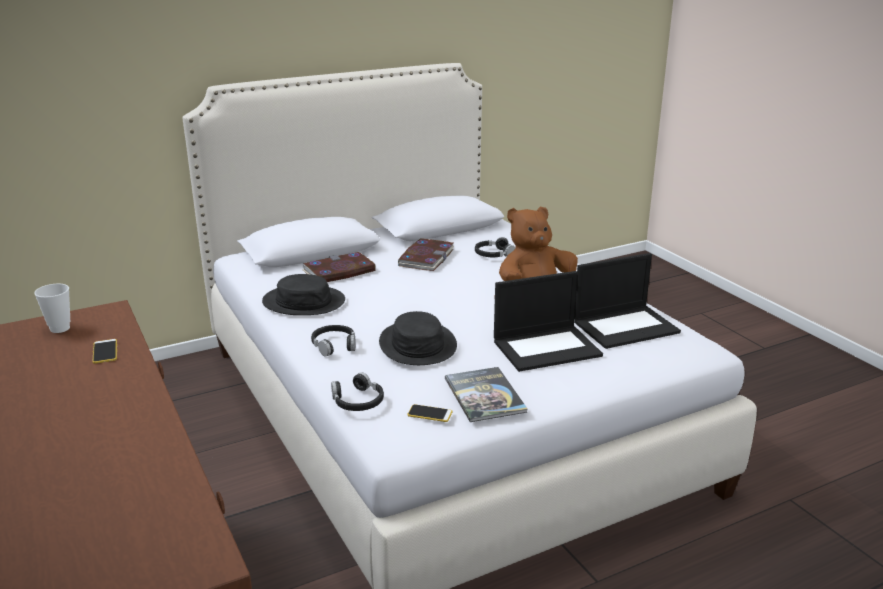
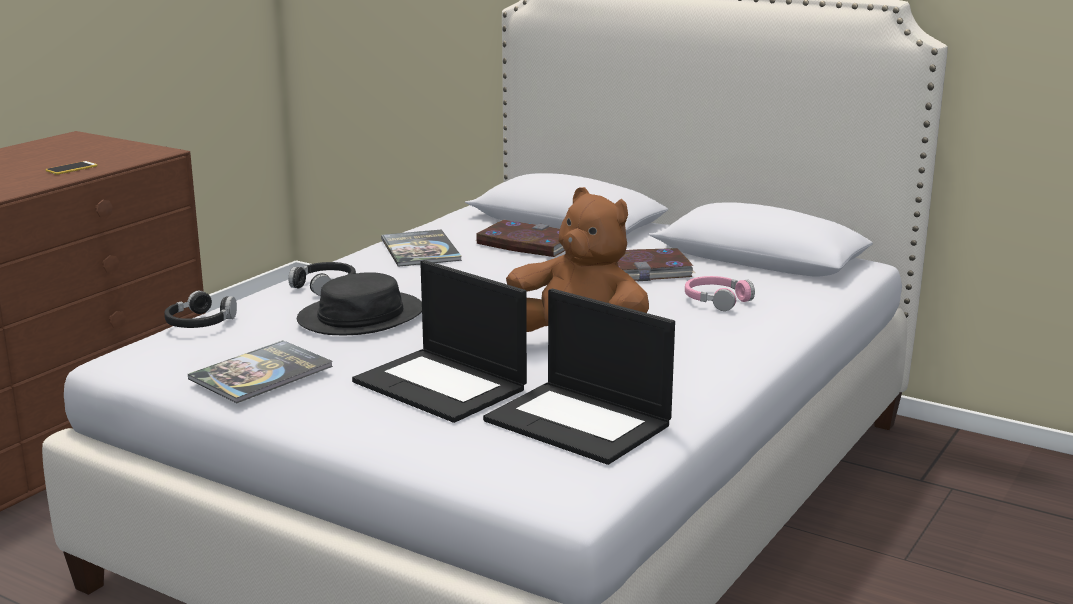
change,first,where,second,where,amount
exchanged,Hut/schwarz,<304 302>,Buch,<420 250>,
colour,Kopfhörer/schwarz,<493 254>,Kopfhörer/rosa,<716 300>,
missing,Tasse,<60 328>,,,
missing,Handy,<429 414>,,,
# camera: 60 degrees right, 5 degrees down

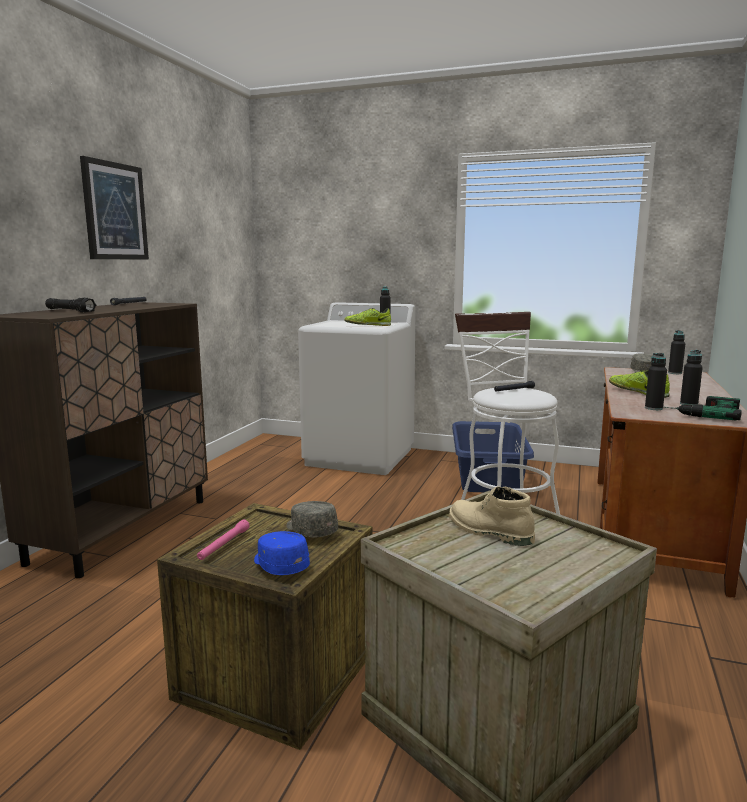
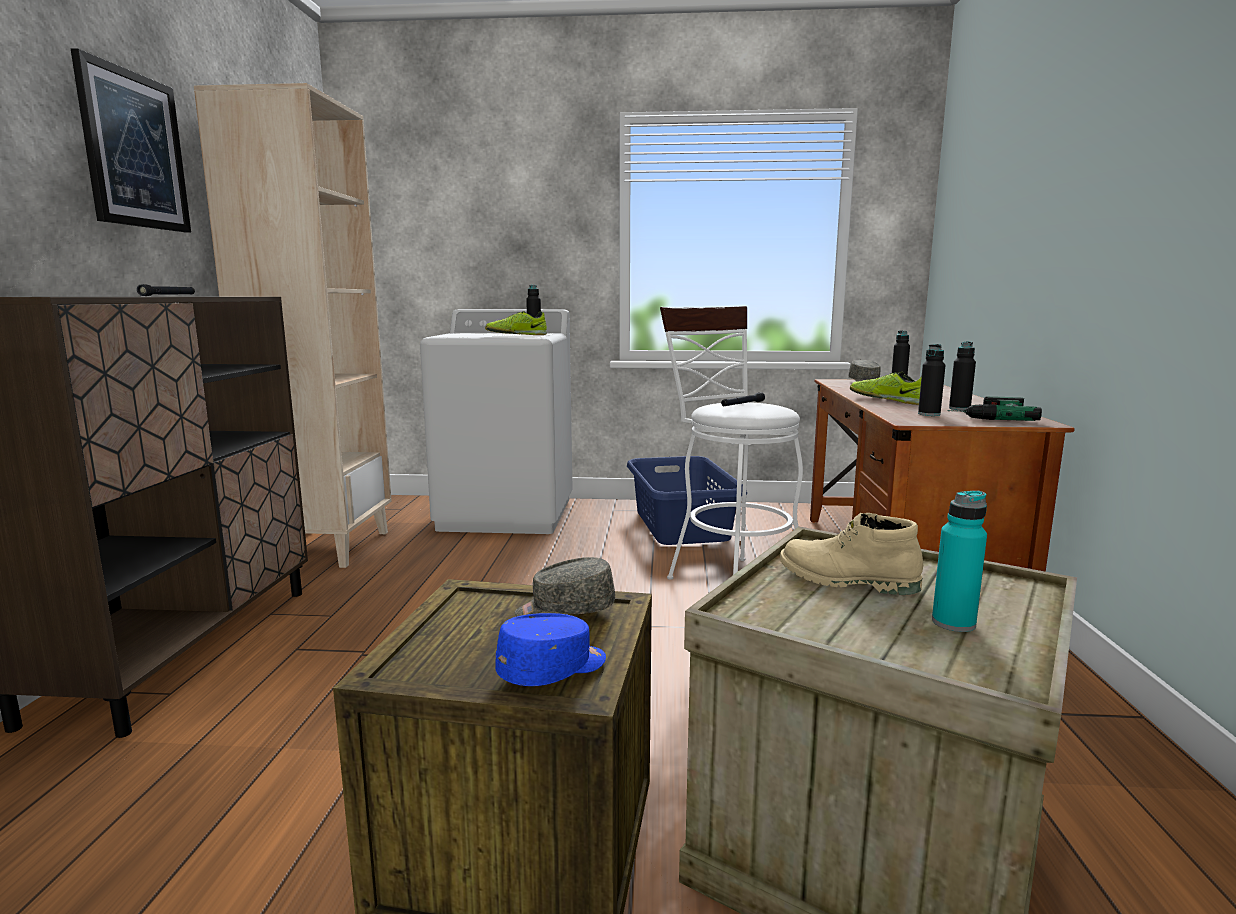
change,first,where,second,where,amount
appeared,,,Bücherregal/beige,<327 547>,
spun,Kappe/blau,<279 565>,,<553 669>,105 degrees clockwise
spun,Kappe/grau,<310 530>,,<565 610>,45 degrees counterclockwise
appeared,,,Flasche/türkis,<953 623>,
missing,Taschenlampe/schwarz,<70 311>,,,
missing,Taschenlampe/rosa,<224 545>,,,
# camera: 15 degrees left, 0 degrees up

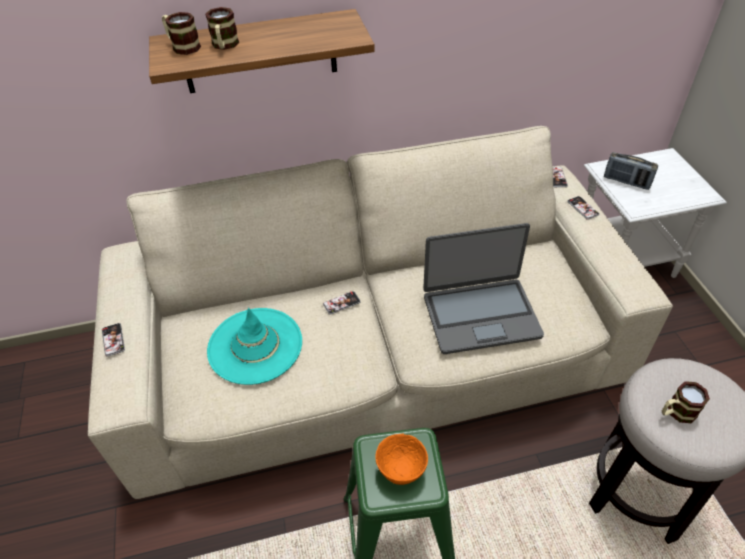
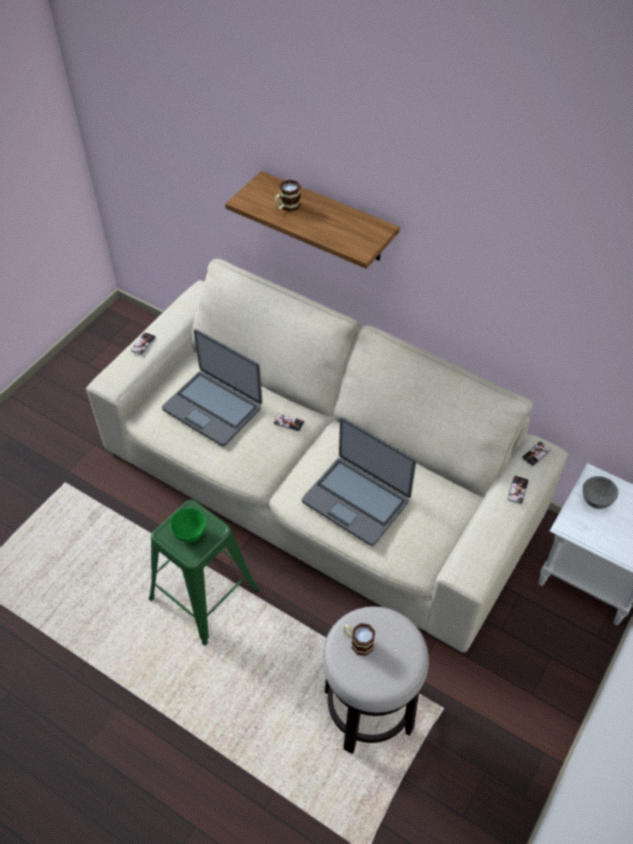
change,first,where,second,where,amount
exchanged,Hut/türkis,<255 345>,Laptop,<213 408>,
colour,Schüssel/orange,<401 471>,Schüssel/grün,<189 534>,
exchanged,Radio,<626 181>,Schüssel/grau,<596 502>,
missing,Henkelbecher,<182 46>,,,
# camera: 45 degrees right, 5 degrees up

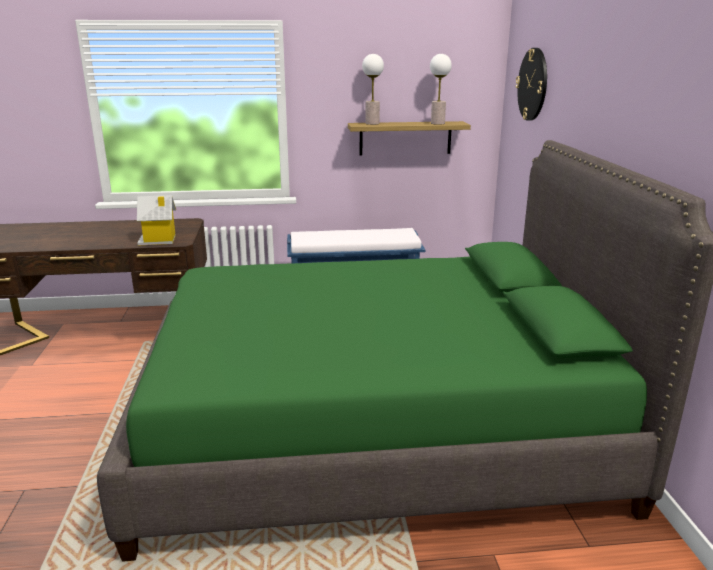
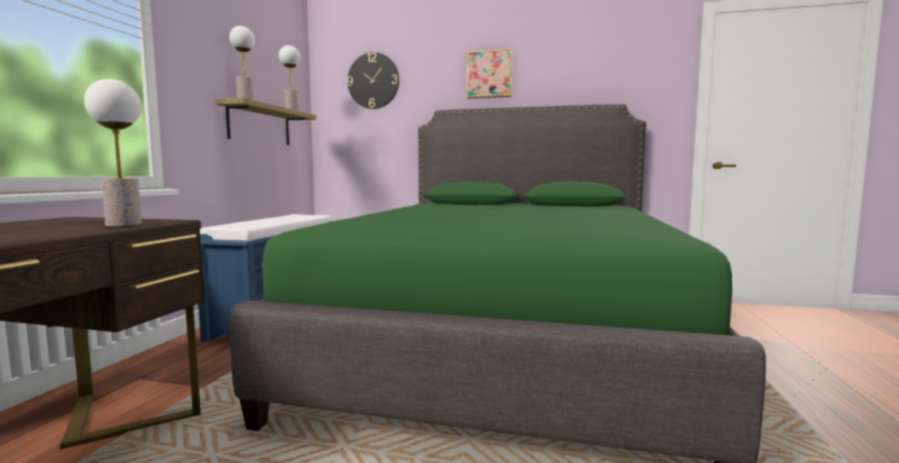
change,first,where,second,where,amount
exchanged,Spielzeughaus,<159 240>,Tischlampe,<124 225>,
appeared,,,Bild,<489 74>,
# camera: 70 degrees left, 15 degrees down

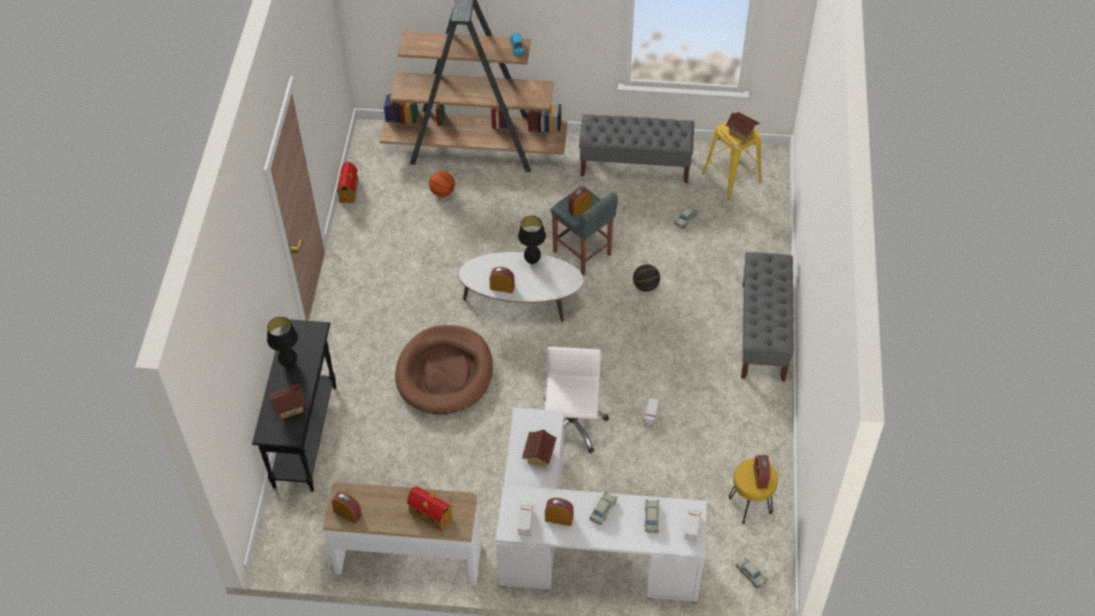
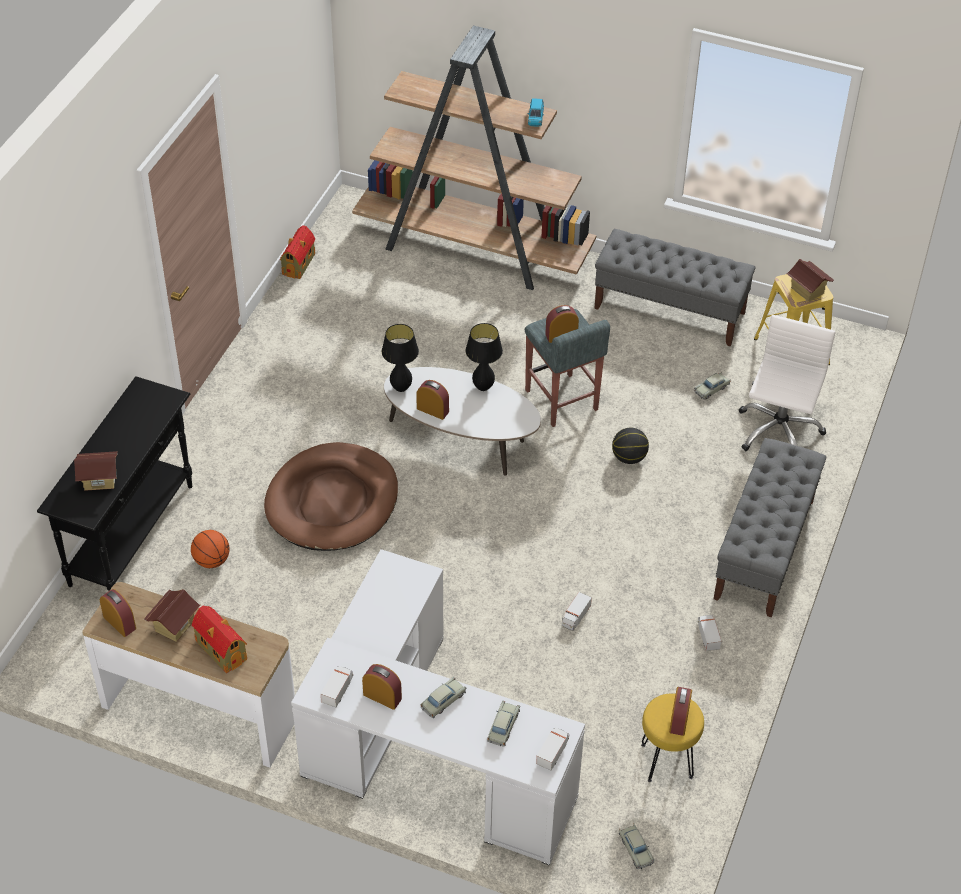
change,first,where,second,where,amount
relocated,Spielzeughaus,<539 456>,,<174 625>,
relocated,Basketball,<442 192>,,<211 560>,
relocated,Tischlampe/schwarz,<288 363>,,<401 388>,
appeared,,,Spielzeuglaster,<708 636>,
relocated,Bürostuhl/weiß,<571 425>,,<778 431>,
# camera: 15 degrees right, 5 degrees down

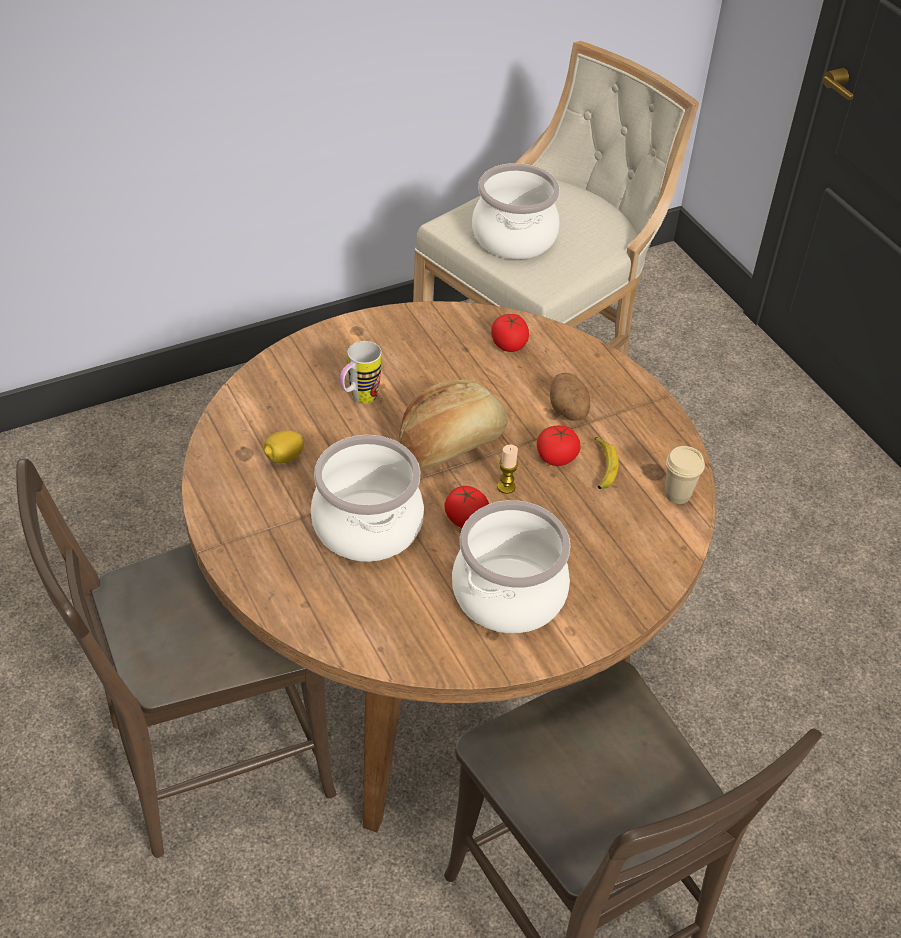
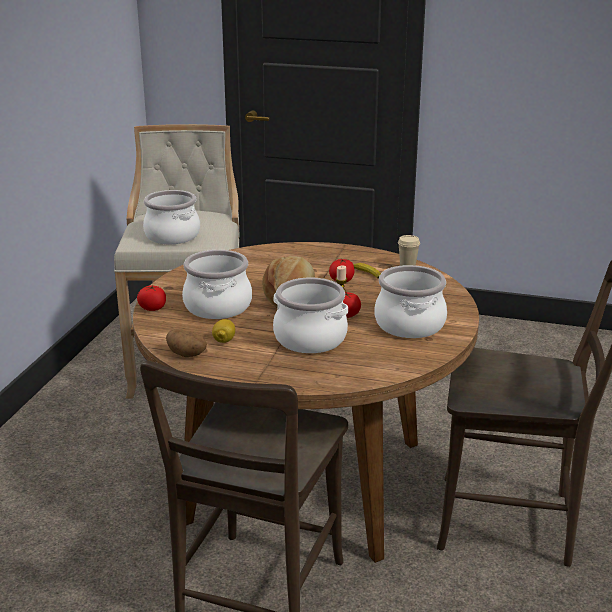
change,first,where,second,where,amount
relocated,Tomate,<509 345>,,<152 308>,
relocated,Kartoffel,<568 411>,,<187 354>,
exchanged,Henkelbecher,<358 400>,Kochtopf,<218 306>,
# camera: 45 degrees left, 20 degrees down

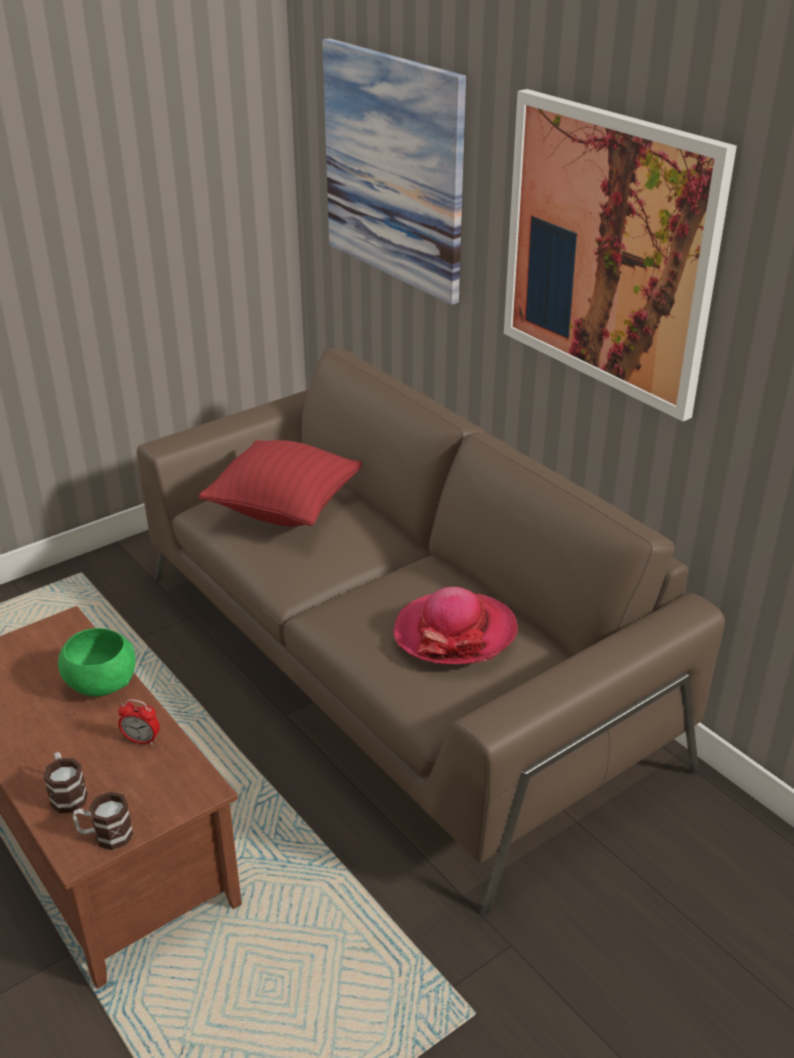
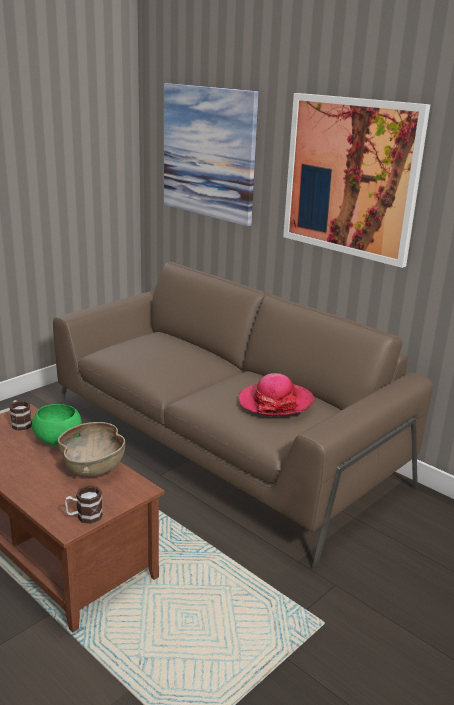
change,first,where,second,where,amount
relocated,Henkelbecher,<67 794>,,<20 423>,
exchanged,Wecker,<141 740>,Schüssel/braun,<93 467>,
missing,Kissen/rot,<284 509>,,,
# camera: 10 degrees left, 10 degrees down

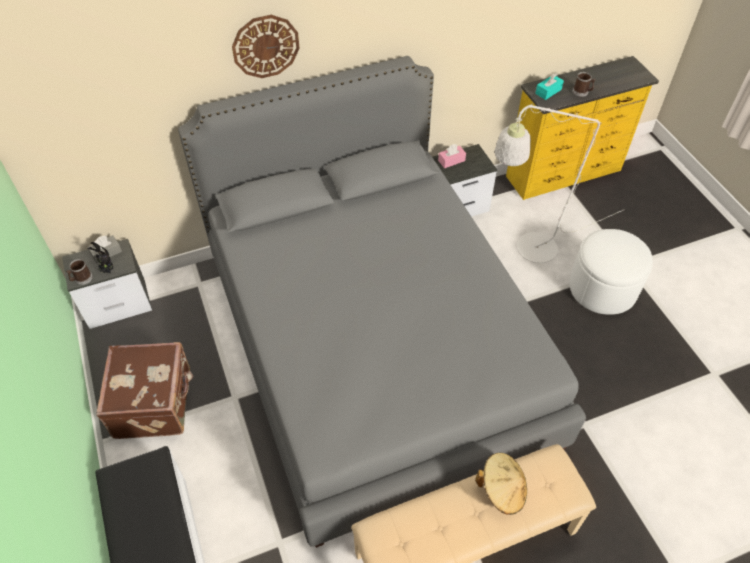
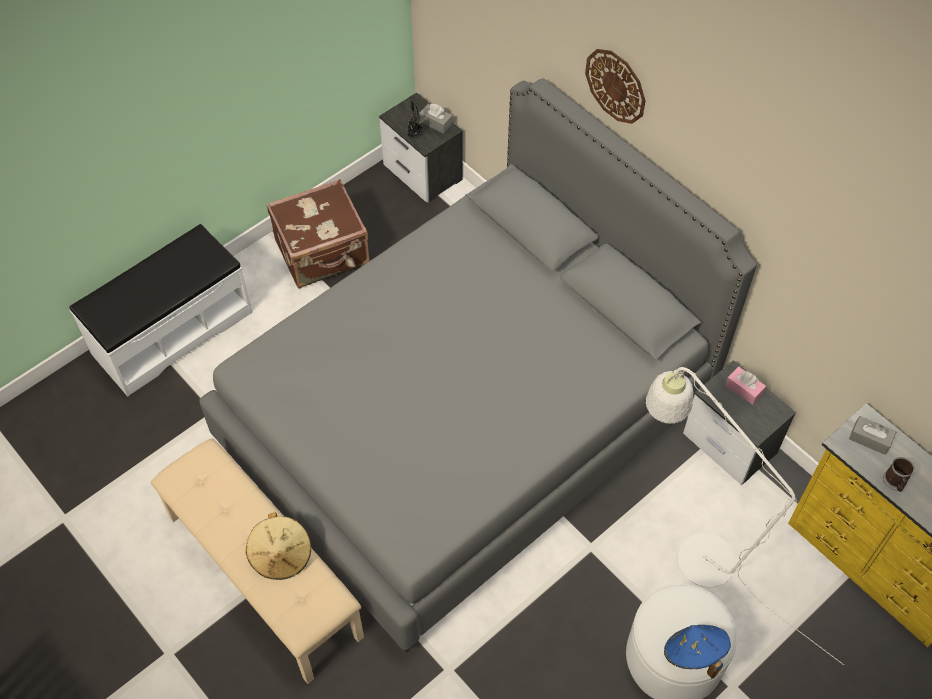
change,first,where,second,where,amount
appeared,,,Hut/blau,<693 654>,
colour,Taschentuchbox/türkis,<548 91>,Taschentuchbox/grau,<870 439>,
missing,Henkelbecher,<81 279>,,,
# camera: 70 degrees right, 5 degrees up

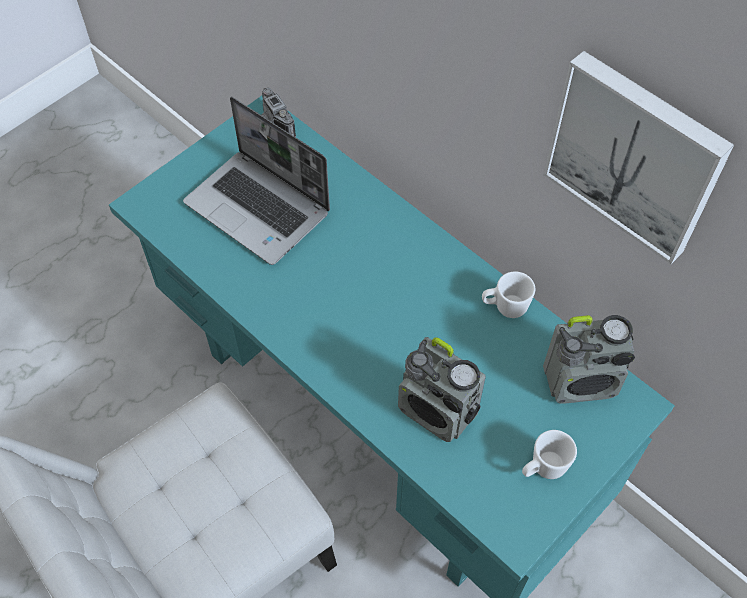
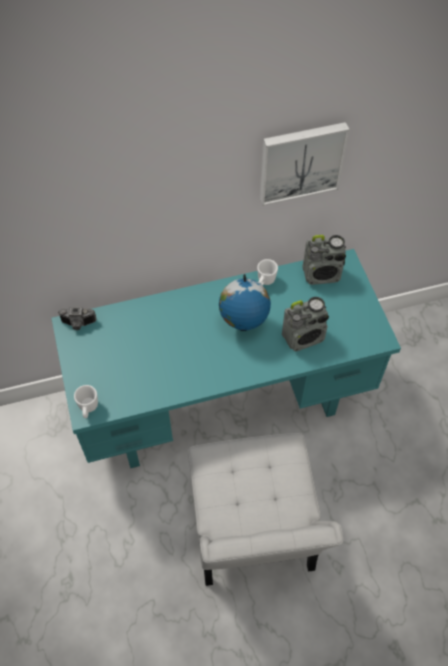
change,first,where,second,where,amount
relocated,Henkelbecher/weiß,<543 468>,,<88 408>,
appeared,,,Globus,<243 324>,
spun,Radio,<581 381>,,<322 274>,60 degrees clockwise
missing,Laptop,<259 208>,,,
# camera: 60 degrees left, 0 degrees up

